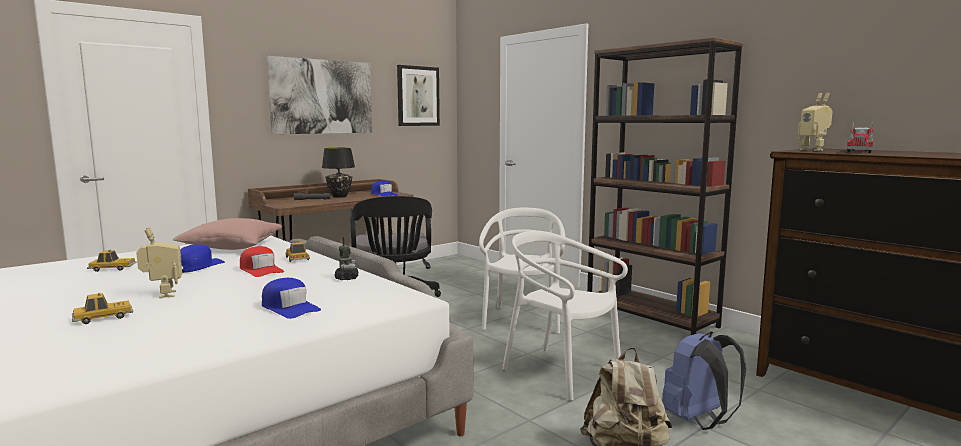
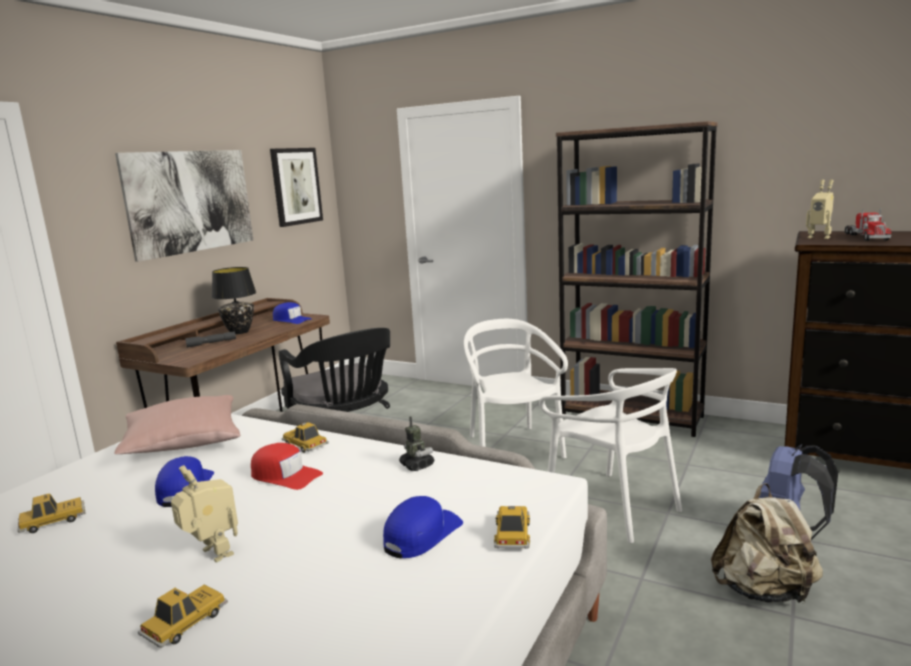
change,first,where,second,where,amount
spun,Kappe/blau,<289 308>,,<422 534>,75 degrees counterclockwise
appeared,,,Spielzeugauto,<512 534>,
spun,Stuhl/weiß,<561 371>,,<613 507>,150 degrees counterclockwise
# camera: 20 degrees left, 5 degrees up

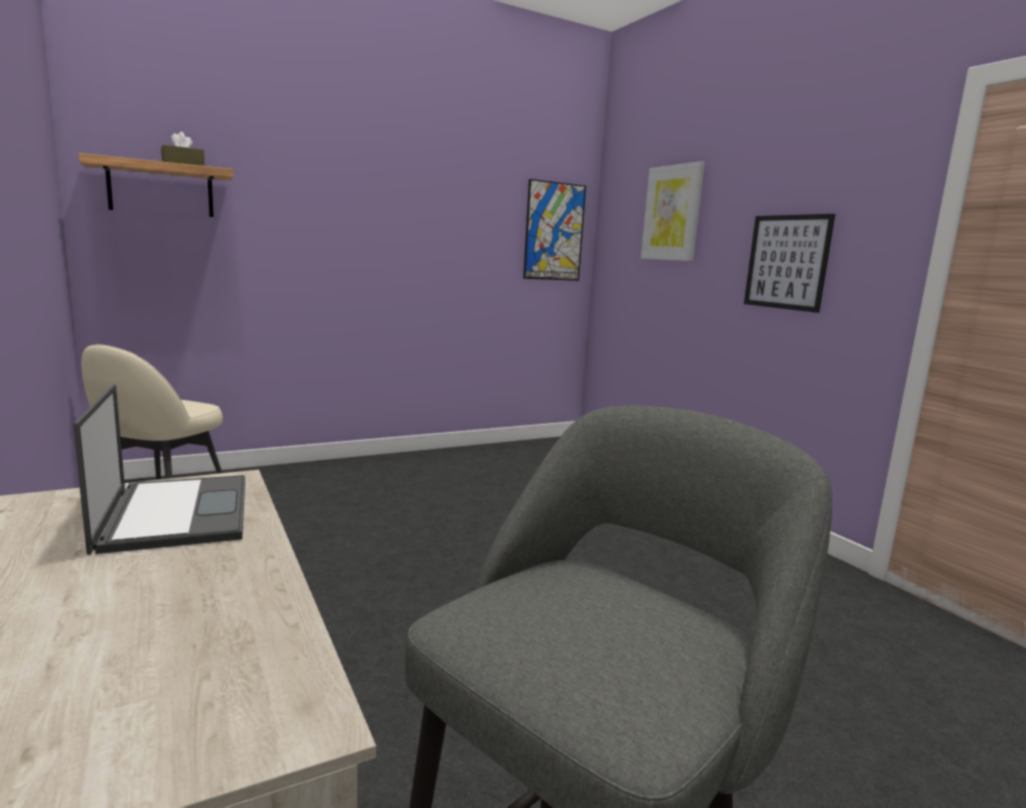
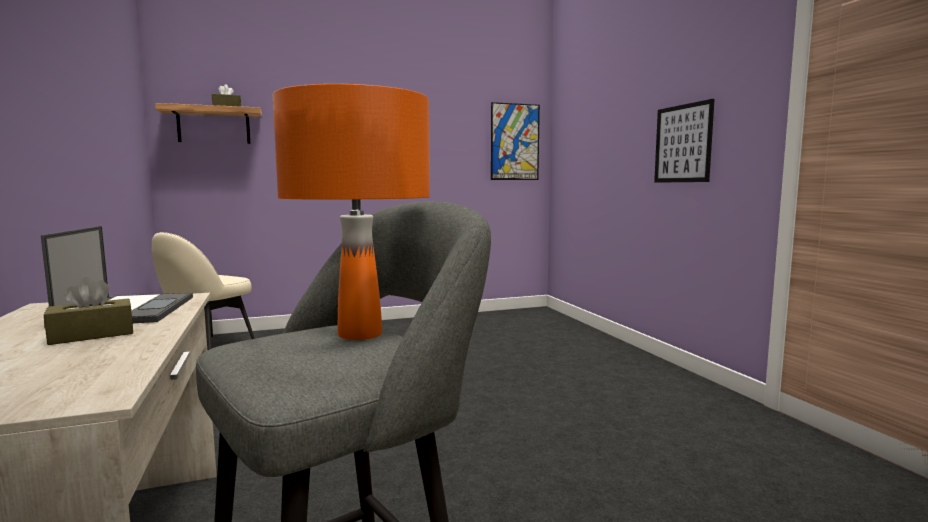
change,first,where,second,where,amount
appeared,,,Taschentuchbox/braun,<92 335>,
appeared,,,Tischlampe/orange,<360 334>,
missing,Bild,<672 213>,,,
# camera: 10 degrees right, 5 degrees down

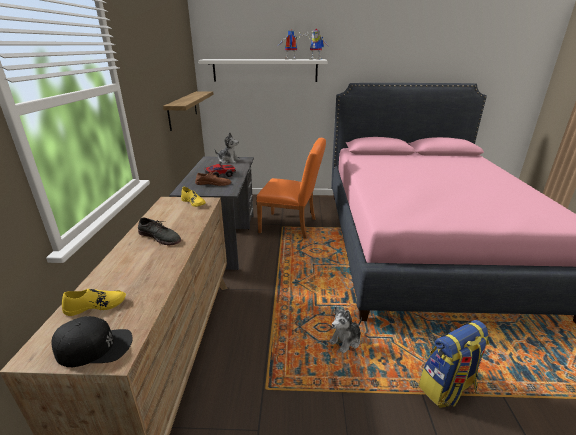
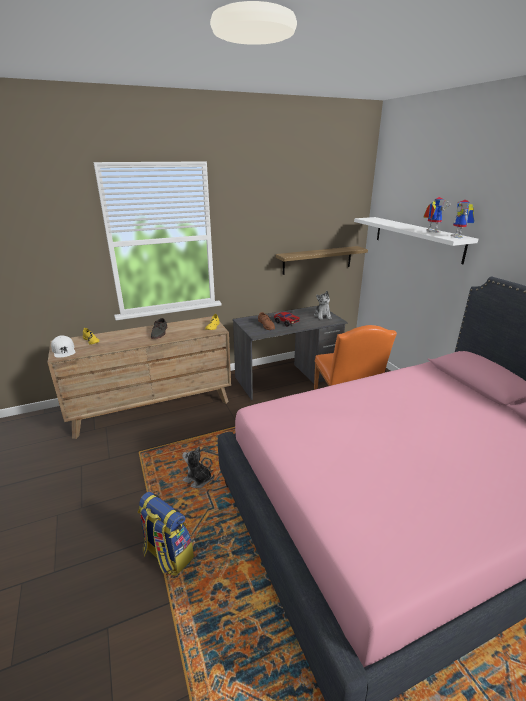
change,first,where,second,where,amount
colour,Kappe/schwarz,<94 346>,Kappe/weiß,<64 350>,
# camera: 65 degrees right, 0 degrees up

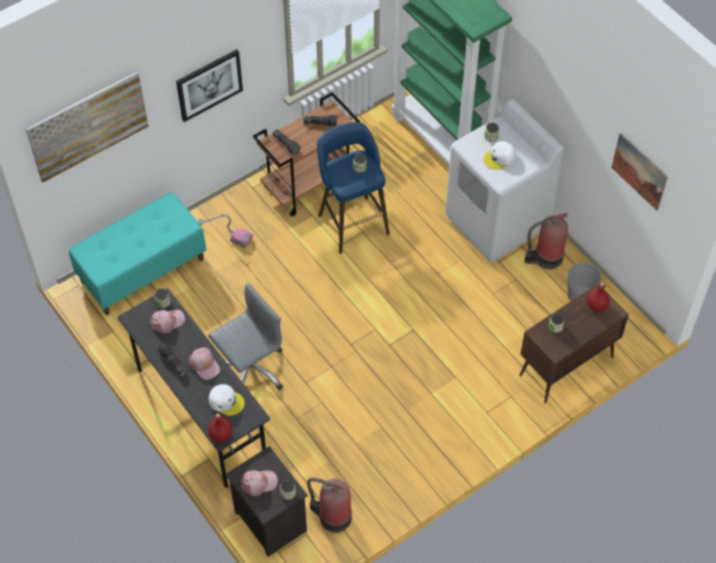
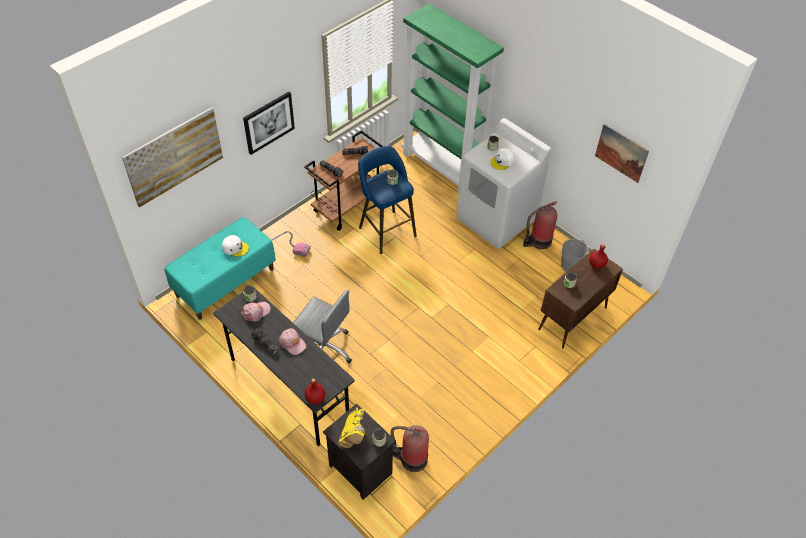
change,first,where,second,where,amount
relocated,Kappe/weiß,<226 401>,,<235 248>,
spun,Bürostuhl/grau,<250 370>,,<323 349>,75 degrees clockwise
exchanged,Kappe/rosa,<259 483>,Stiefel/gelb,<353 435>,
# camera: 10 degrees left, 5 degrees down

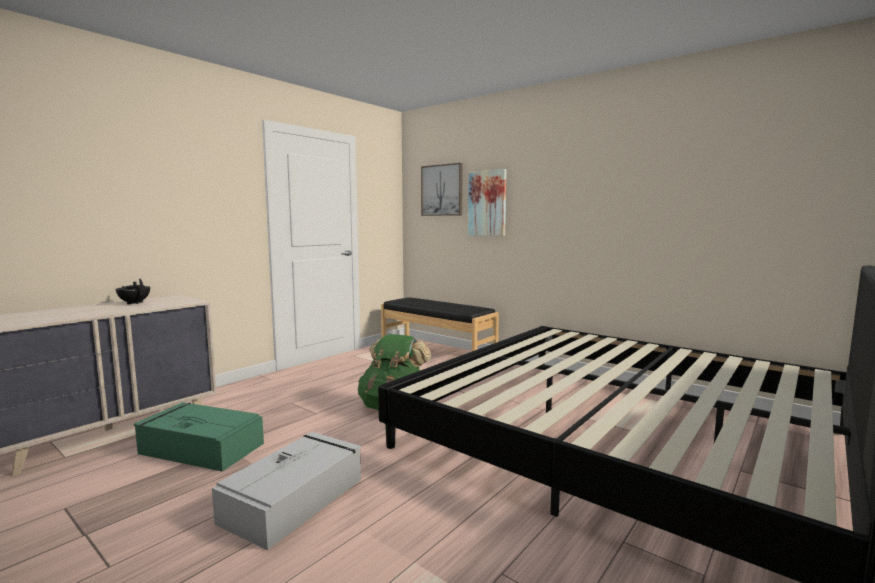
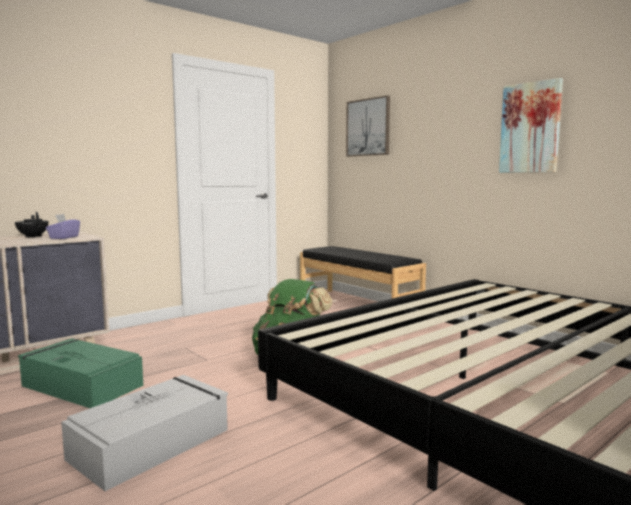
change,first,where,second,where,amount
appeared,,,Taschentuchbox/lila,<64 237>,
relocated,Bild,<487 203>,,<530 128>,
# camera: 10 degrees right, 0 degrees up

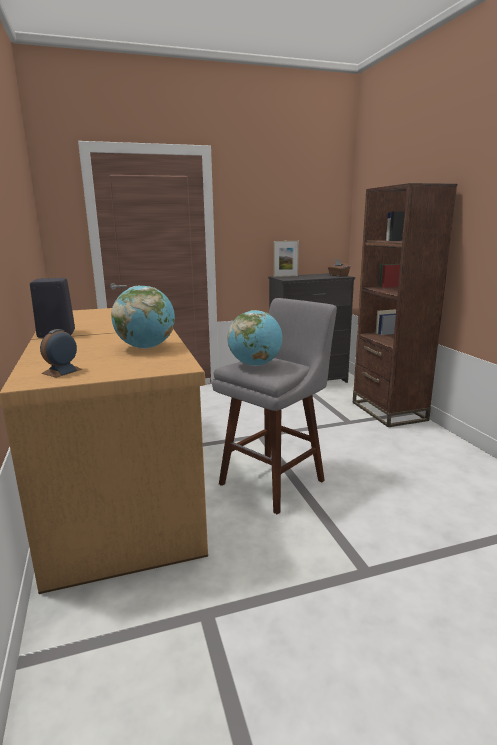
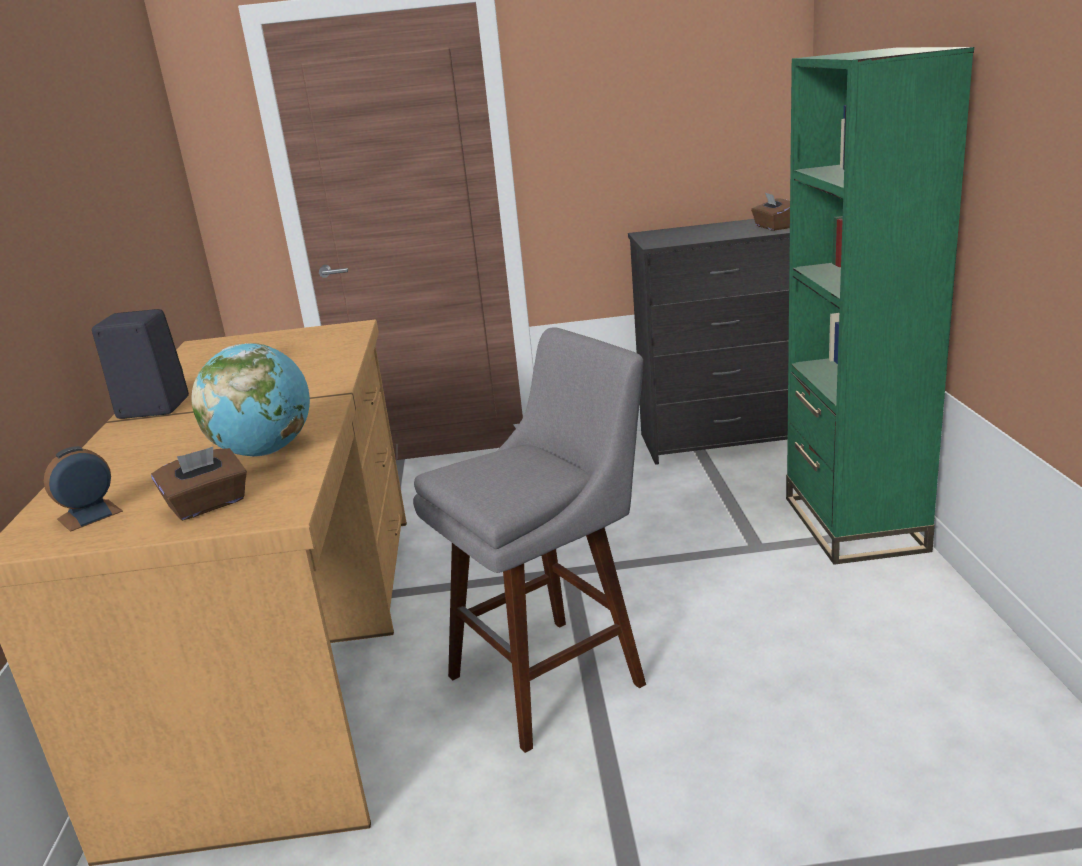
change,first,where,second,where,amount
appeared,,,Taschentuchbox/braun,<208 505>,
colour,Bücherregal/braun,<388 411>,Bücherregal/grün,<853 524>,
missing,Globus,<255 364>,,,
missing,Bilderrahmen,<285 276>,,,
# camera: 15 degrees right, 5 degrees up

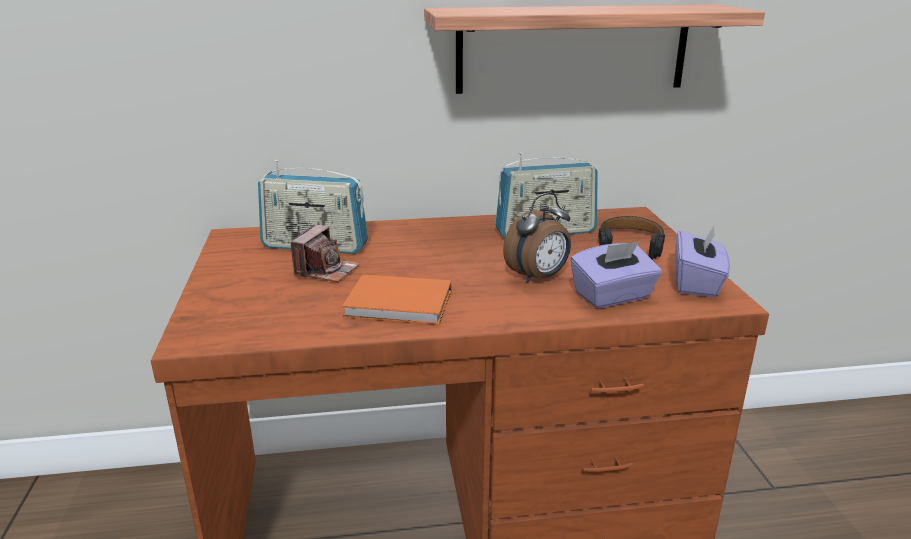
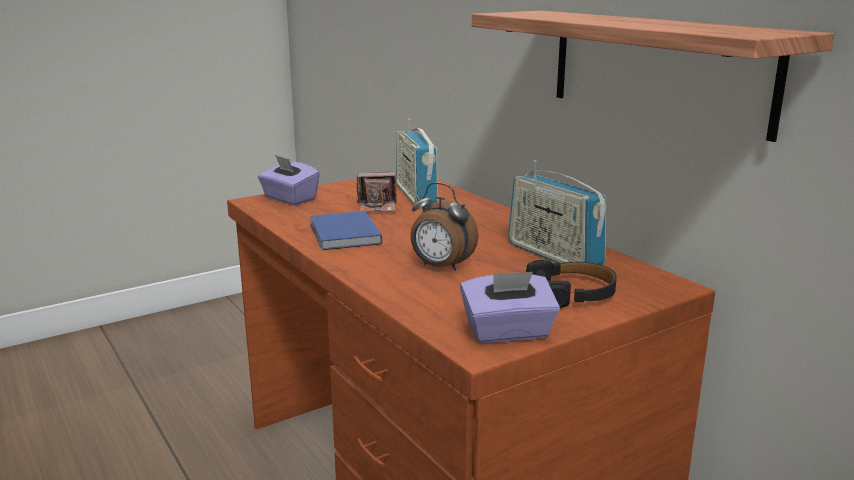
change,first,where,second,where,amount
relocated,Taschentuchbox/lila,<613 296>,,<289 199>,
colour,Buch/orange,<401 304>,Buch/blau,<344 235>,
# camera: 65 degrees right, 5 degrees down

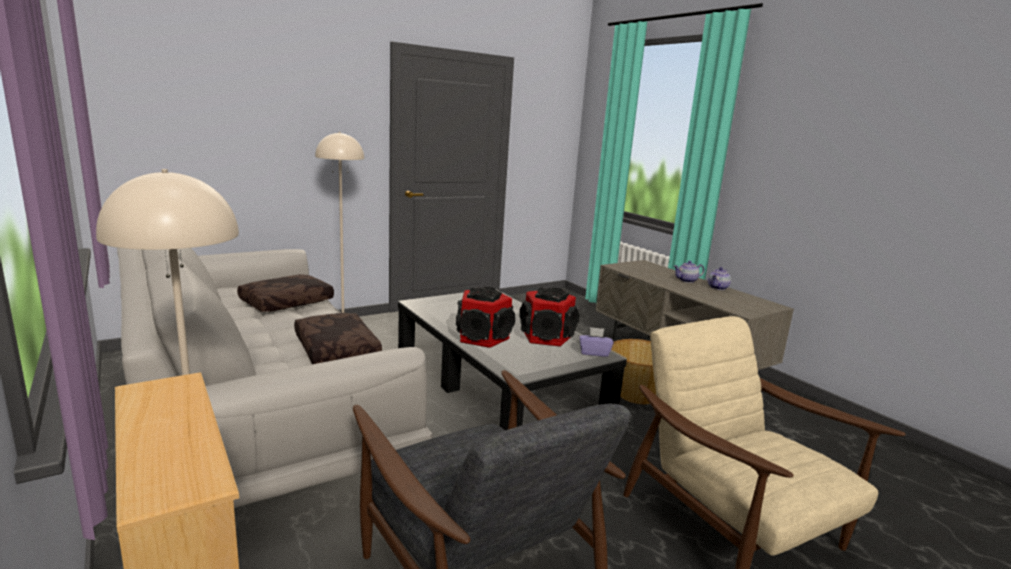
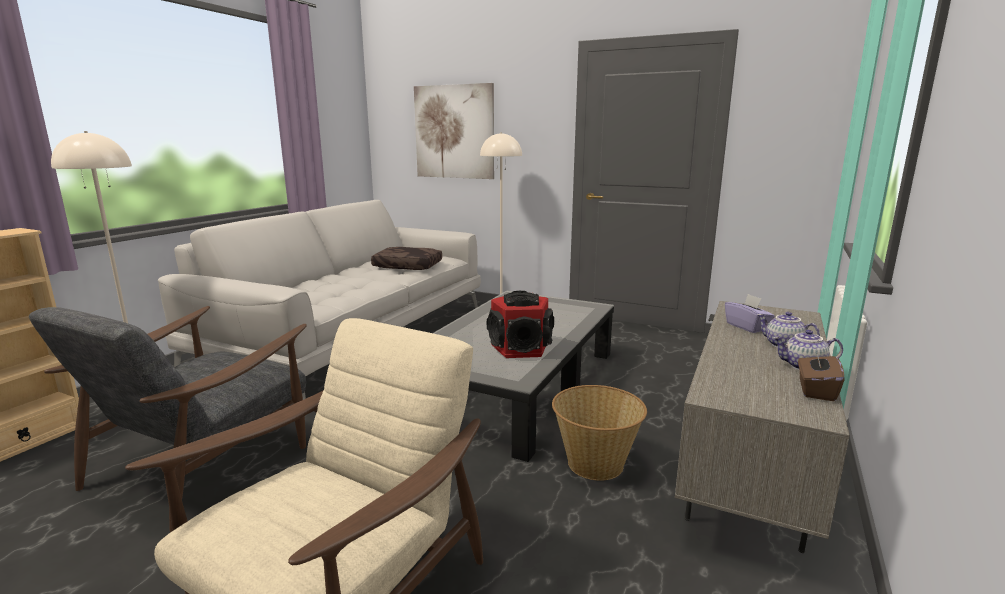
change,first,where,second,where,amount
appeared,,,Bild,<454 132>,
relocated,Taschentuchbox/lila,<594 352>,,<747 327>,
appeared,,,Taschentuchbox/braun,<815 390>,
missing,Kissen/braun,<335 350>,,,
missing,Lautsprecher,<483 337>,,,
# camera: 60 degrees right, 0 degrees up

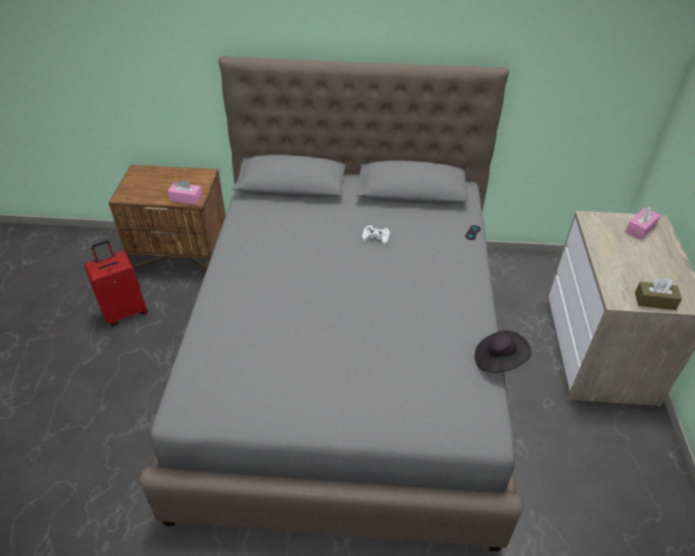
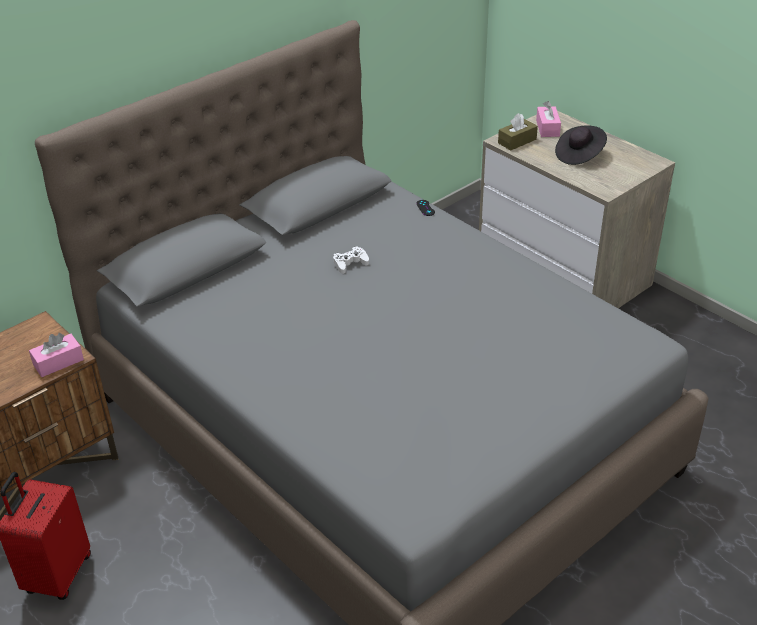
change,first,where,second,where,amount
relocated,Taschentuchbox/braun,<655 301>,,<517 141>,
relocated,Hut/schwarz,<498 360>,,<579 155>,
# camera: 45 degrees left, 5 degrees down

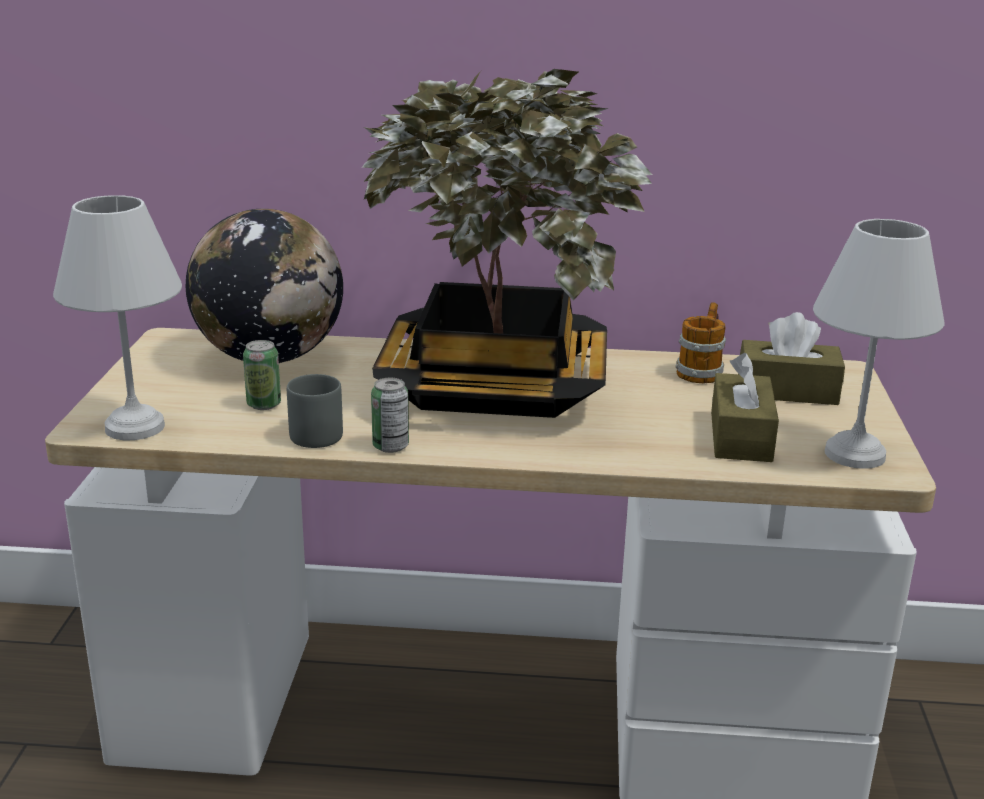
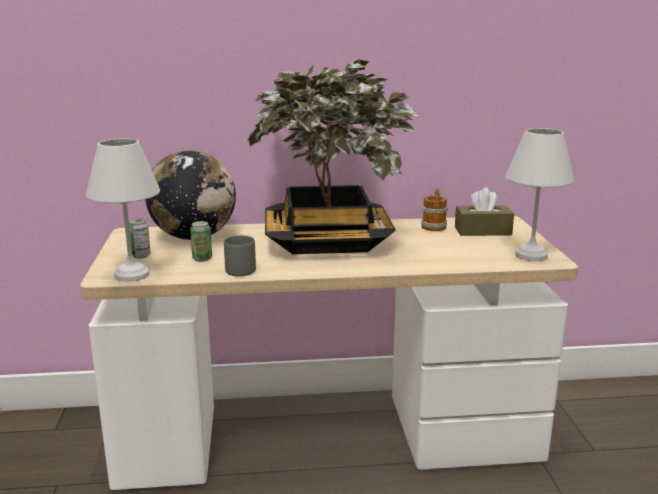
change,first,where,second,where,amount
relocated,Dose,<390 446>,,<140 256>,
missing,Taschentuchbox/braun,<740 436>,,,
# camera: 10 degrees left, 5 degrees down

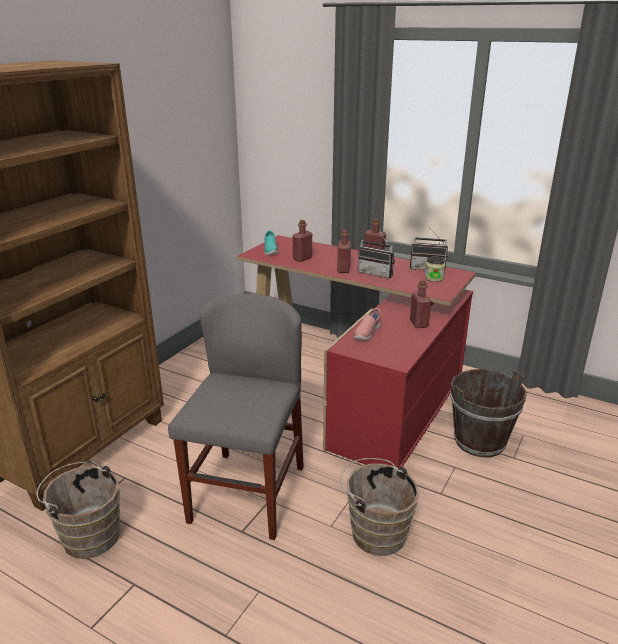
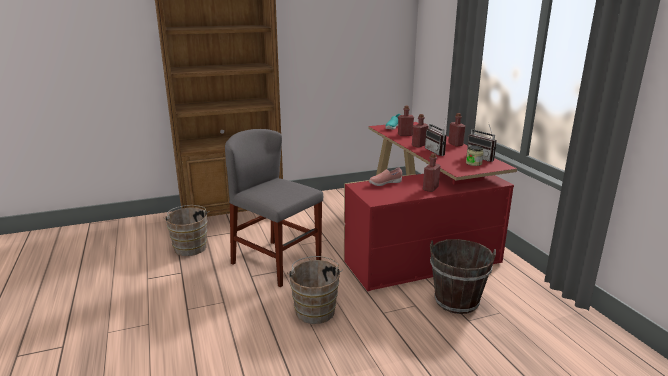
change,first,where,second,where,amount
spun,Stuhl/grau,<247 494>,,<276 263>,105 degrees counterclockwise
# camera: 40 degrees right, 5 degrees down

